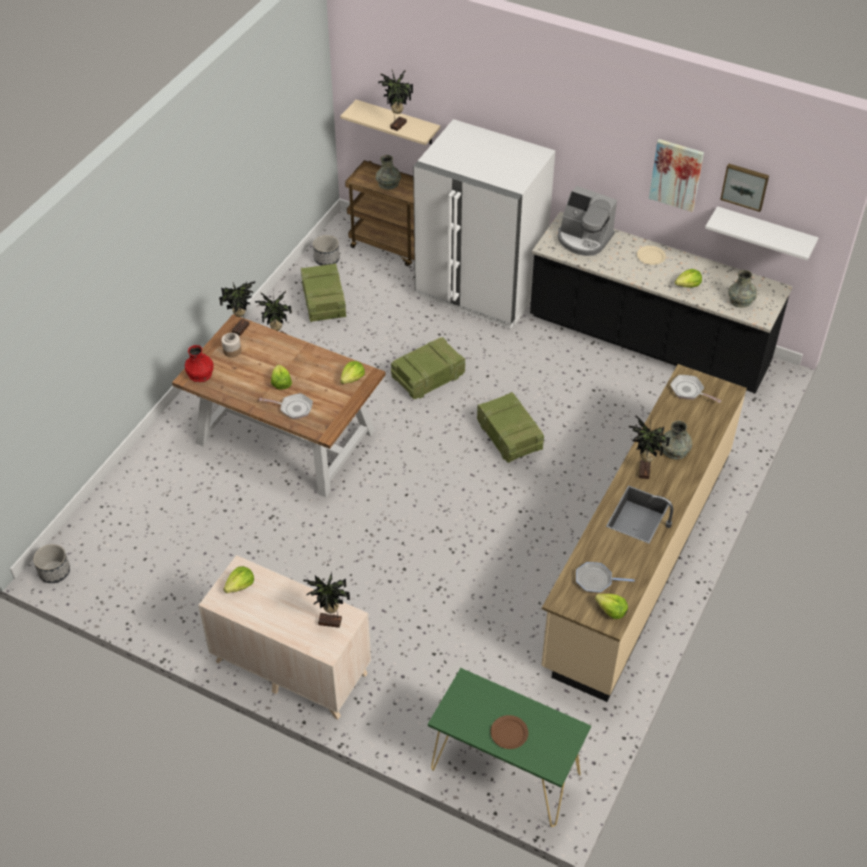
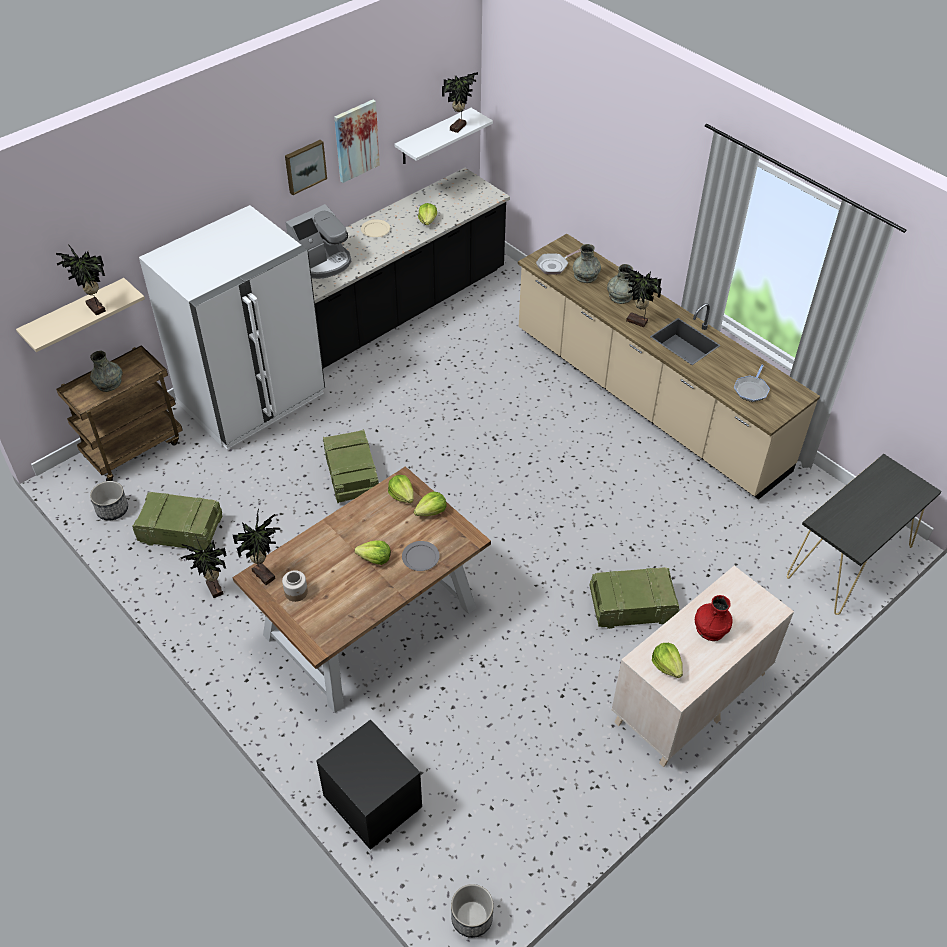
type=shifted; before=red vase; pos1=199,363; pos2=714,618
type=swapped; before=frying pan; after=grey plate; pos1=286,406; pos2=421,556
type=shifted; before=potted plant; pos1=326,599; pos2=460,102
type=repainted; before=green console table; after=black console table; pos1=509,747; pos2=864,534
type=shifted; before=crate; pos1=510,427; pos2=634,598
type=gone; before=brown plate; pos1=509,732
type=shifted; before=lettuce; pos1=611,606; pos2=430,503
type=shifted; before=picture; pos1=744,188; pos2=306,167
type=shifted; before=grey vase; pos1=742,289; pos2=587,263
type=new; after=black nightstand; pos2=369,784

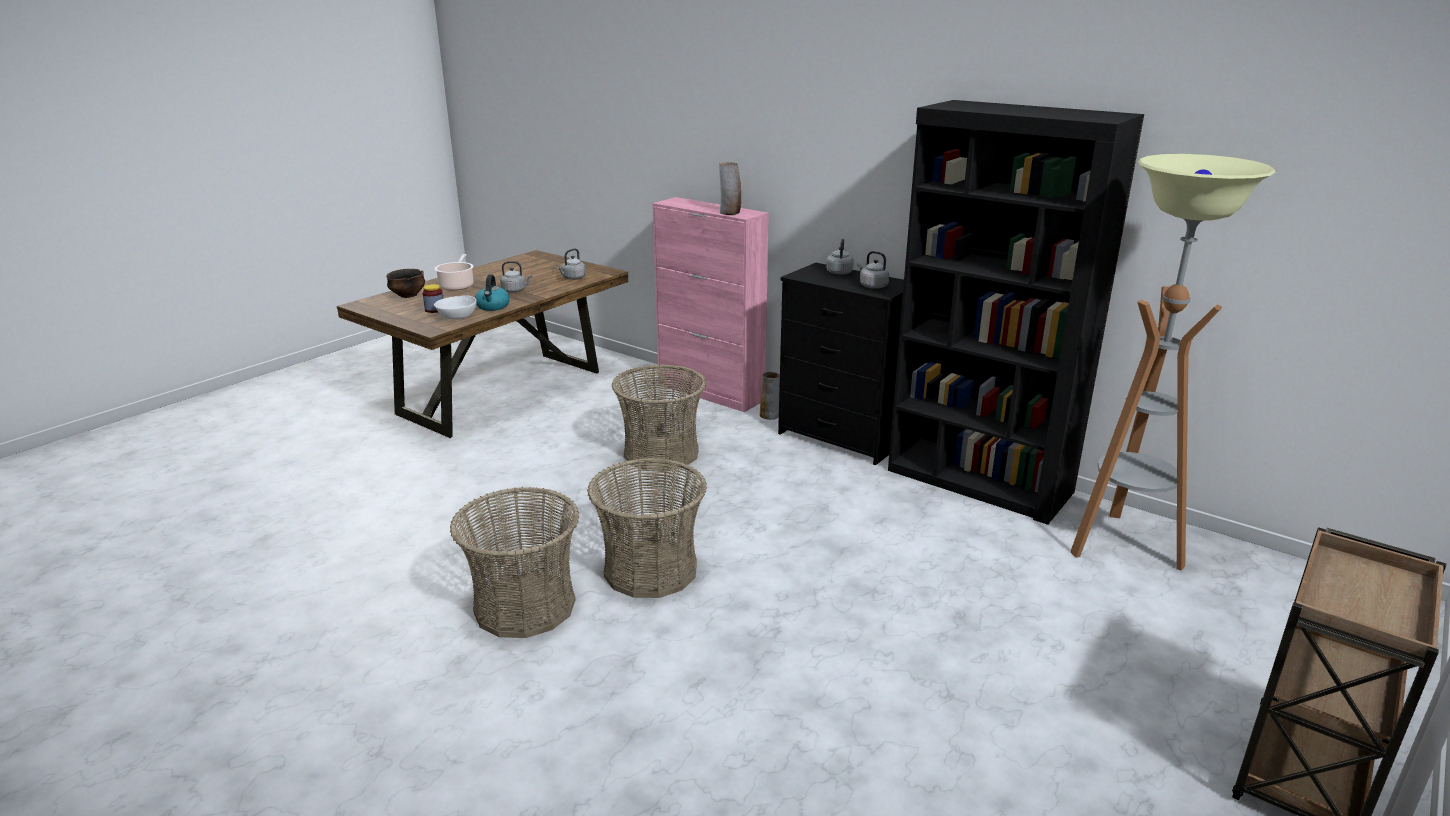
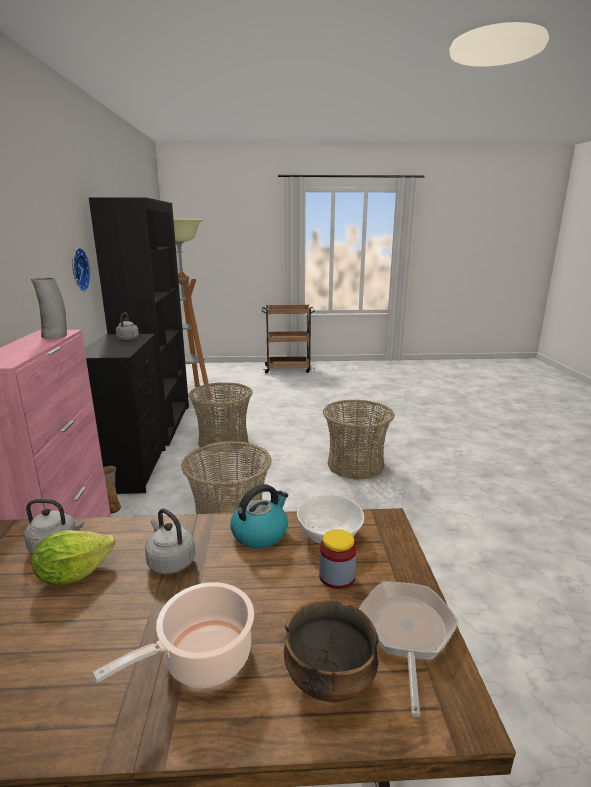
type=shifted; before=basket; pos1=514,562; pos2=220,417
type=gone; before=grey kettle; pos1=840,257
type=new; after=lettuce; pos2=73,557
type=new; after=wall clock; pos2=81,270
type=new; after=frying pan; pos2=409,649

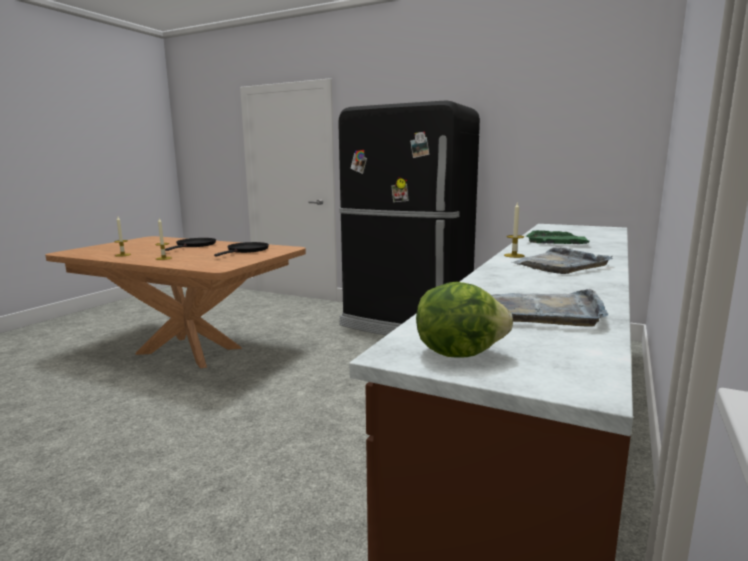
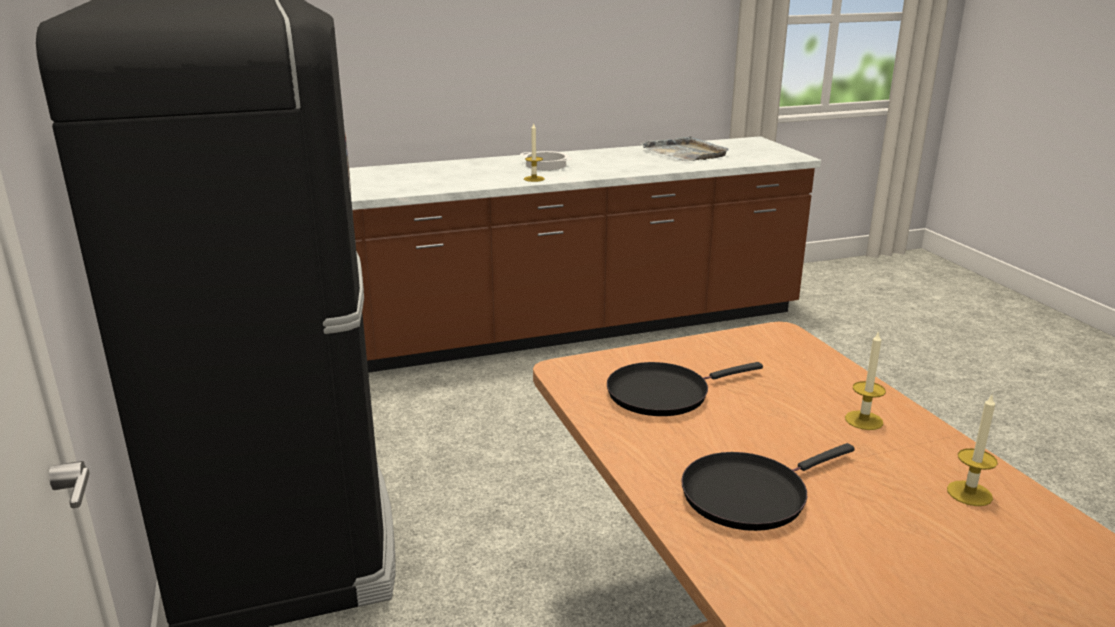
type=gone; before=lettuce; pos1=464,319
type=swapped; before=grey tray; after=cooking pot; pos1=562,260; pos2=546,160
type=gone; before=green tray; pos1=557,237

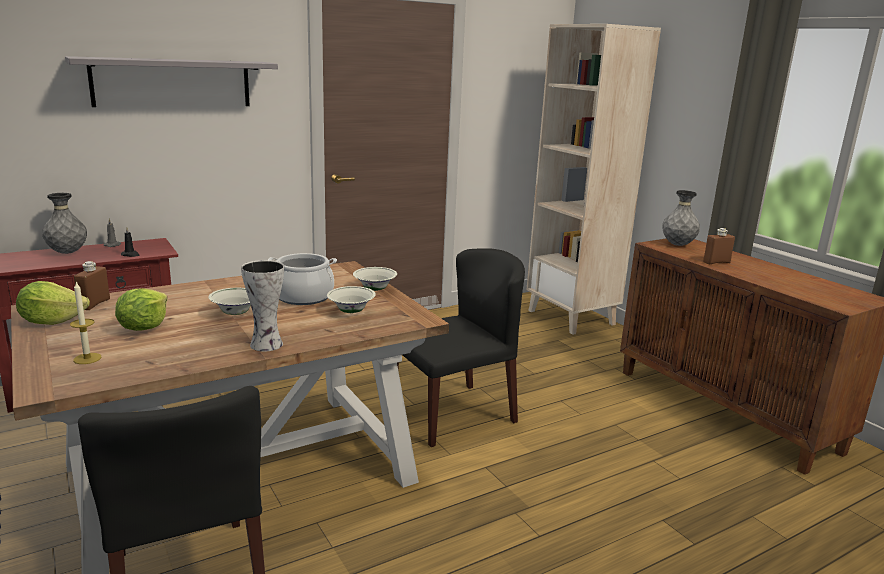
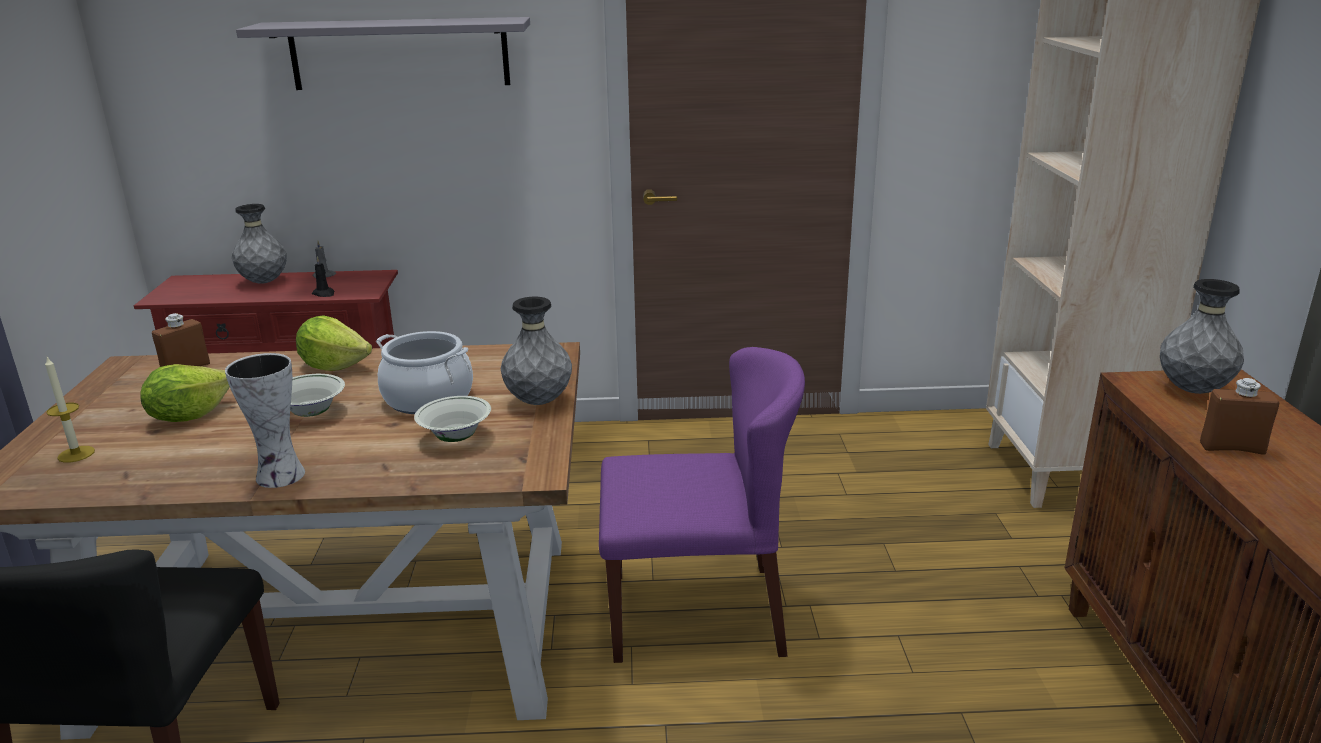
type=shifted; before=lettuce; pos1=53,303; pos2=334,343
type=swapped; before=white bowl; after=grey vase; pos1=375,279; pos2=536,351
type=repainted; before=black chair; after=purple chair; pos1=461,347; pos2=702,505

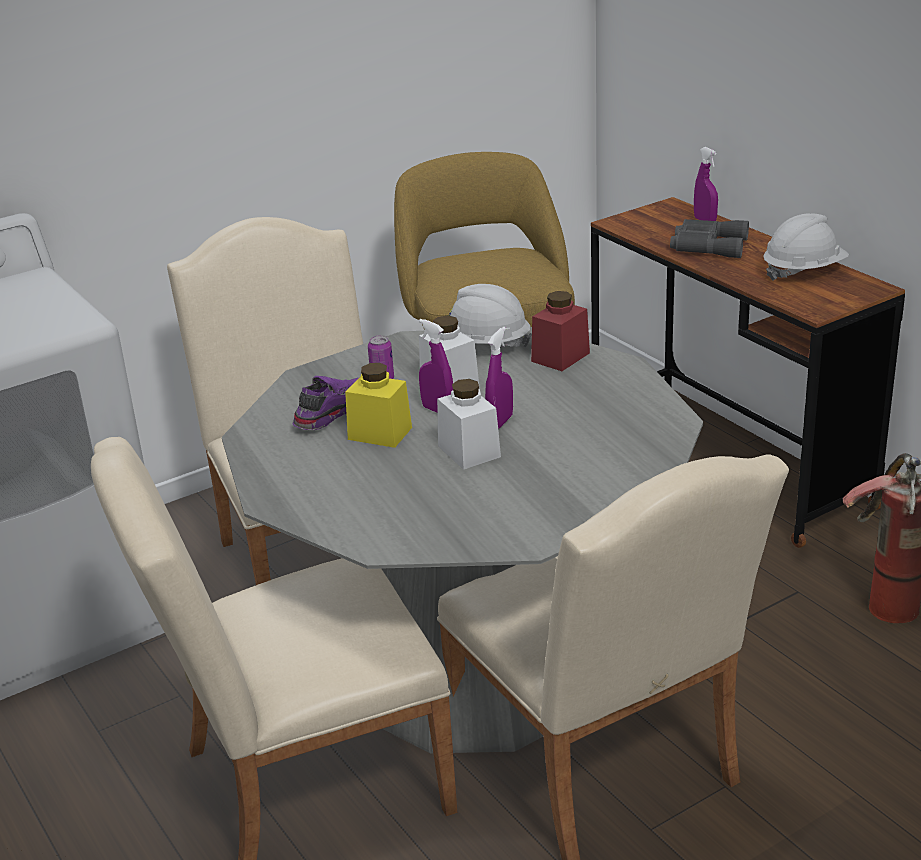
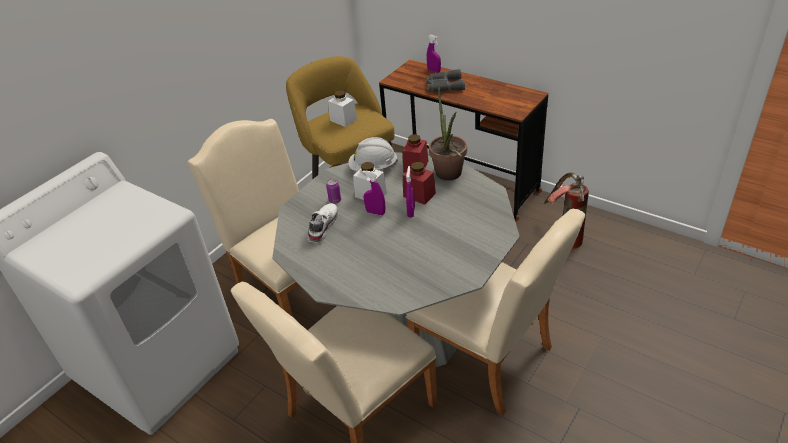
type=repainted; before=purple shoe; after=white shoe; pos1=325,403; pos2=322,223
type=gone; before=yellow jar; pos1=378,405
type=shifted; before=white jar; pos1=469,424; pos2=342,108
type=gone; before=white hard hat; pos1=806,247
type=new; after=red jar; pos2=419,183
type=new; after=potted plant; pos2=448,131

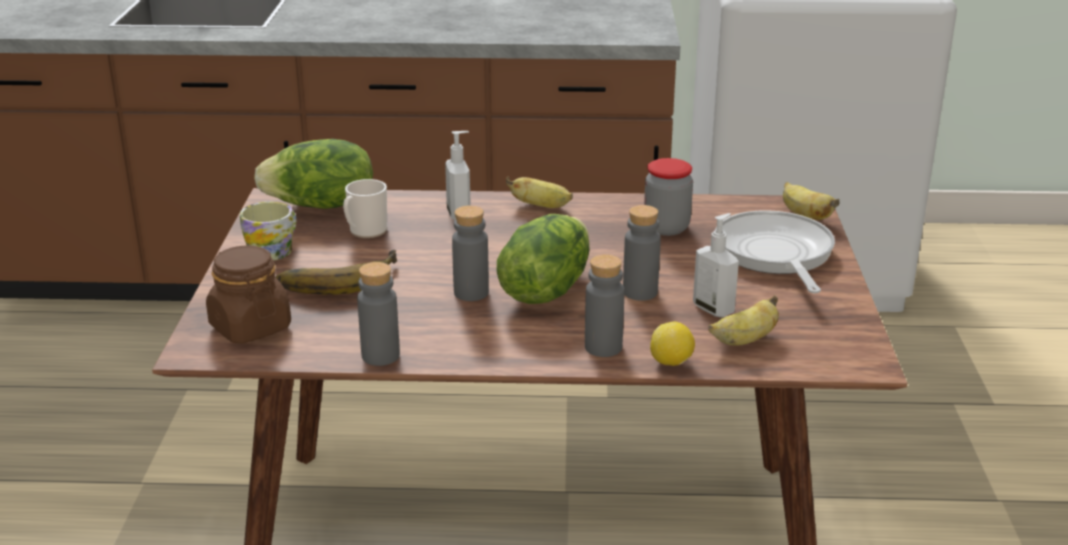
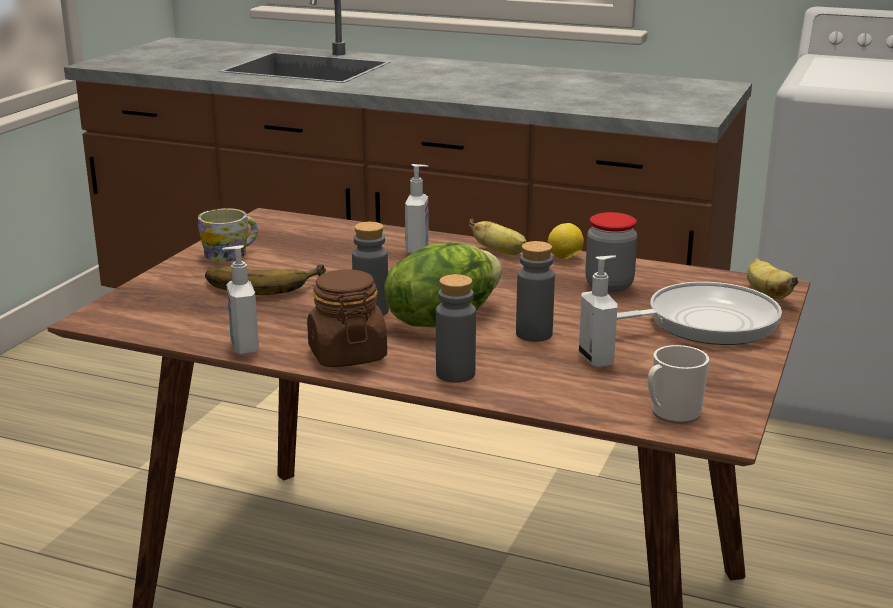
type=shifted; before=brown jar; pos1=248,294; pos2=347,318
type=gone; before=lettuce; pos1=313,174
type=shifted; before=mug; pos1=365,208; pos2=678,384
type=swapped; before=grey bottle; after=soap dispenser; pos1=378,314; pos2=240,300
type=shifted; before=lemon; pos1=672,344; pos2=566,241
type=gone; before=banana; pos1=743,320
type=rotated; before=frying pan; pos1=775,251; pos2=699,313; turn=60

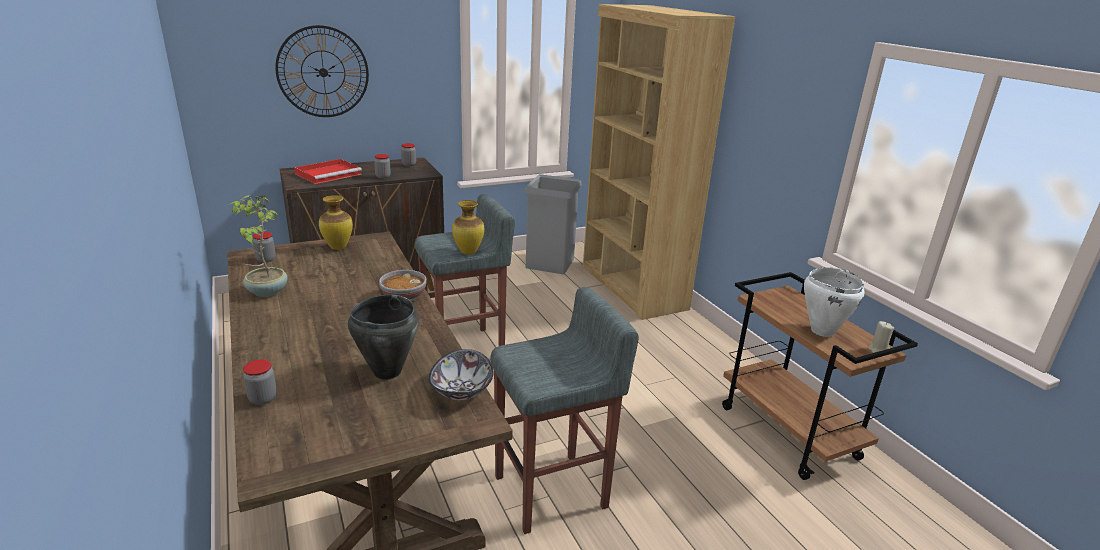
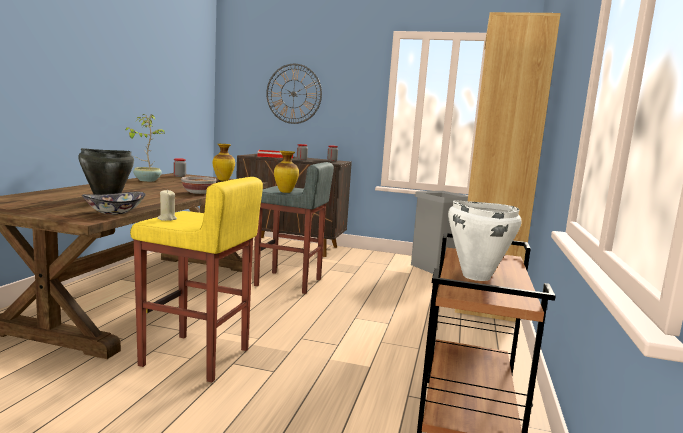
type=gone; before=jar; pos1=260,382
type=repainted; before=grey stool; after=yellow stool; pos1=564,410; pos2=196,280
type=shifted; before=beige candle; pos1=881,337; pos2=167,205

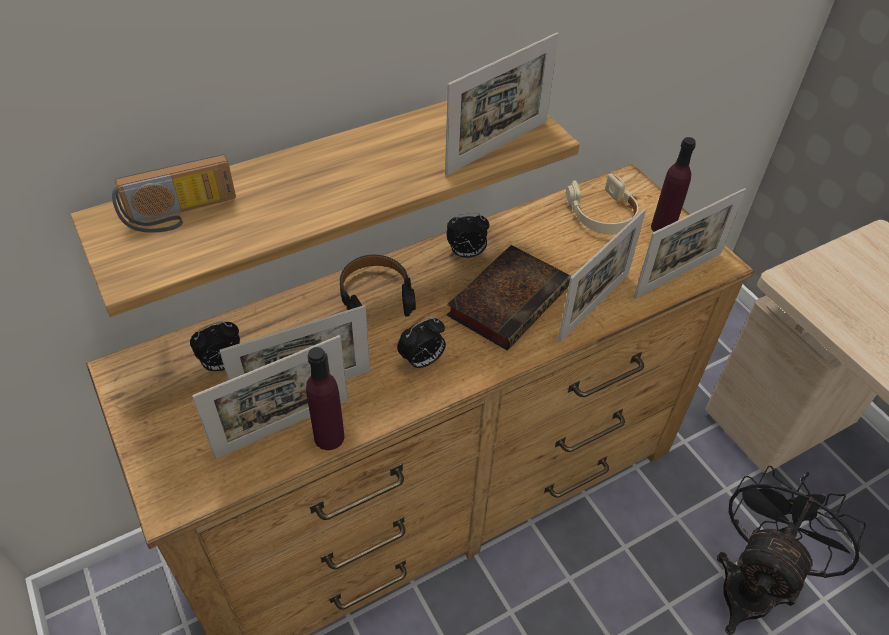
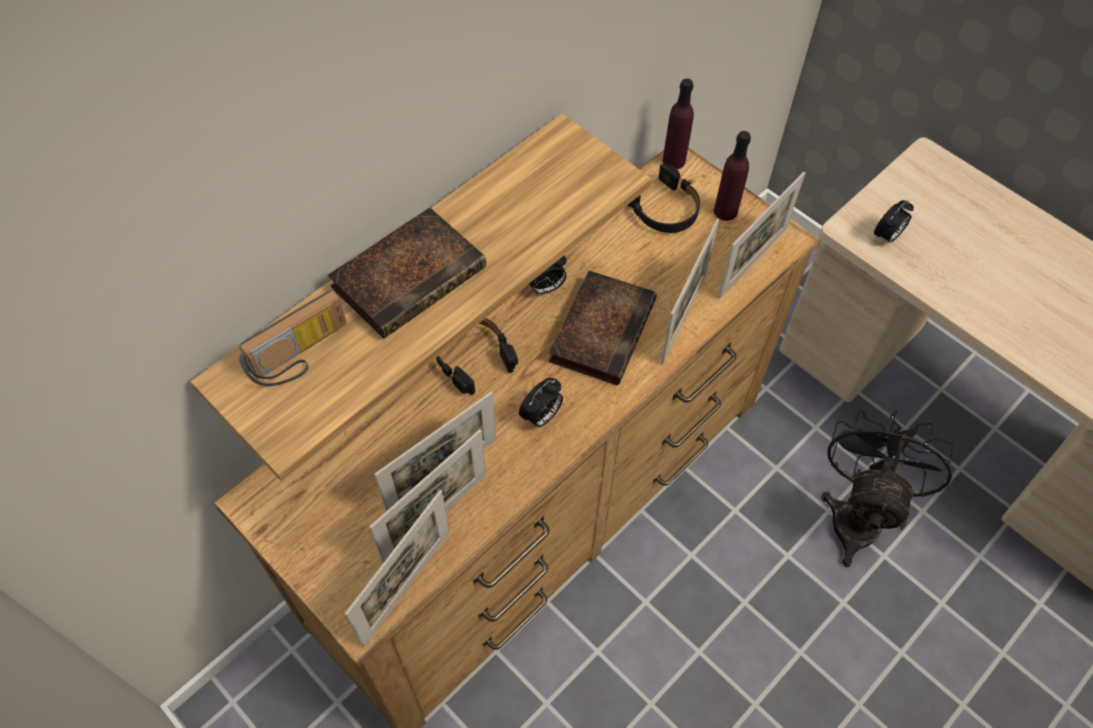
type=shifted; before=alarm clock; pos1=215,346; pos2=894,222
type=shifted; before=purple bottle; pos1=325,398; pos2=678,124
type=shifted; before=picture frame; pos1=502,104; pos2=397,568
type=repainted; before=beige headphones; after=black headphones; pos1=602,204; pos2=663,198
type=new; after=book; pos2=407,273

